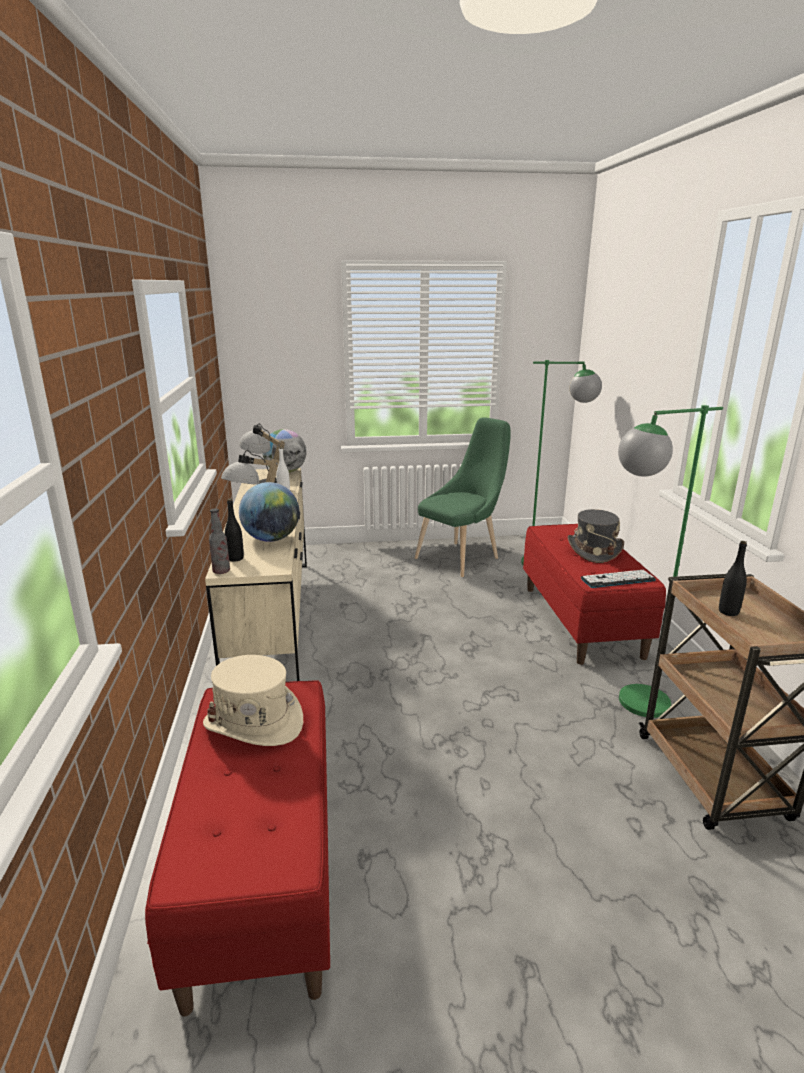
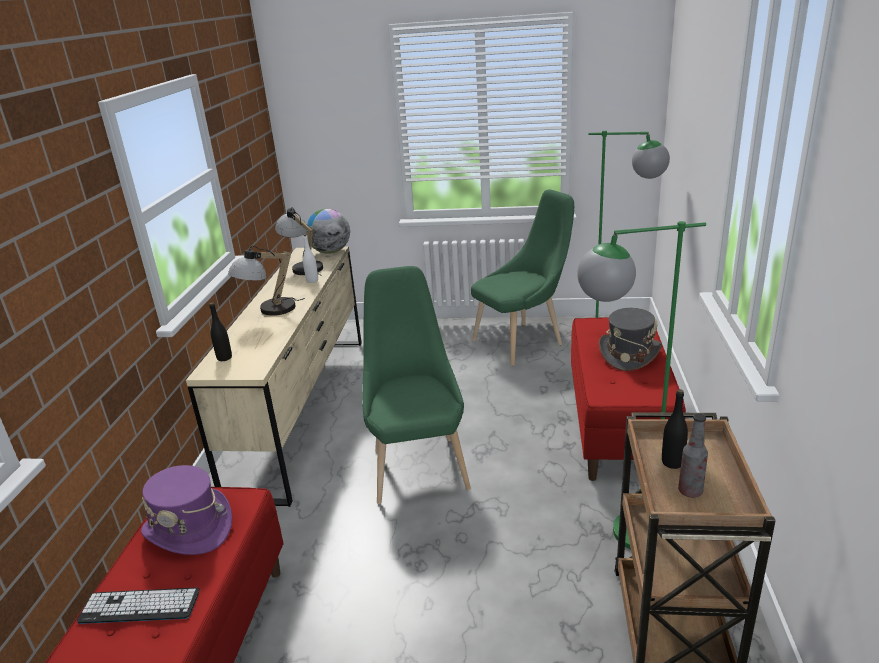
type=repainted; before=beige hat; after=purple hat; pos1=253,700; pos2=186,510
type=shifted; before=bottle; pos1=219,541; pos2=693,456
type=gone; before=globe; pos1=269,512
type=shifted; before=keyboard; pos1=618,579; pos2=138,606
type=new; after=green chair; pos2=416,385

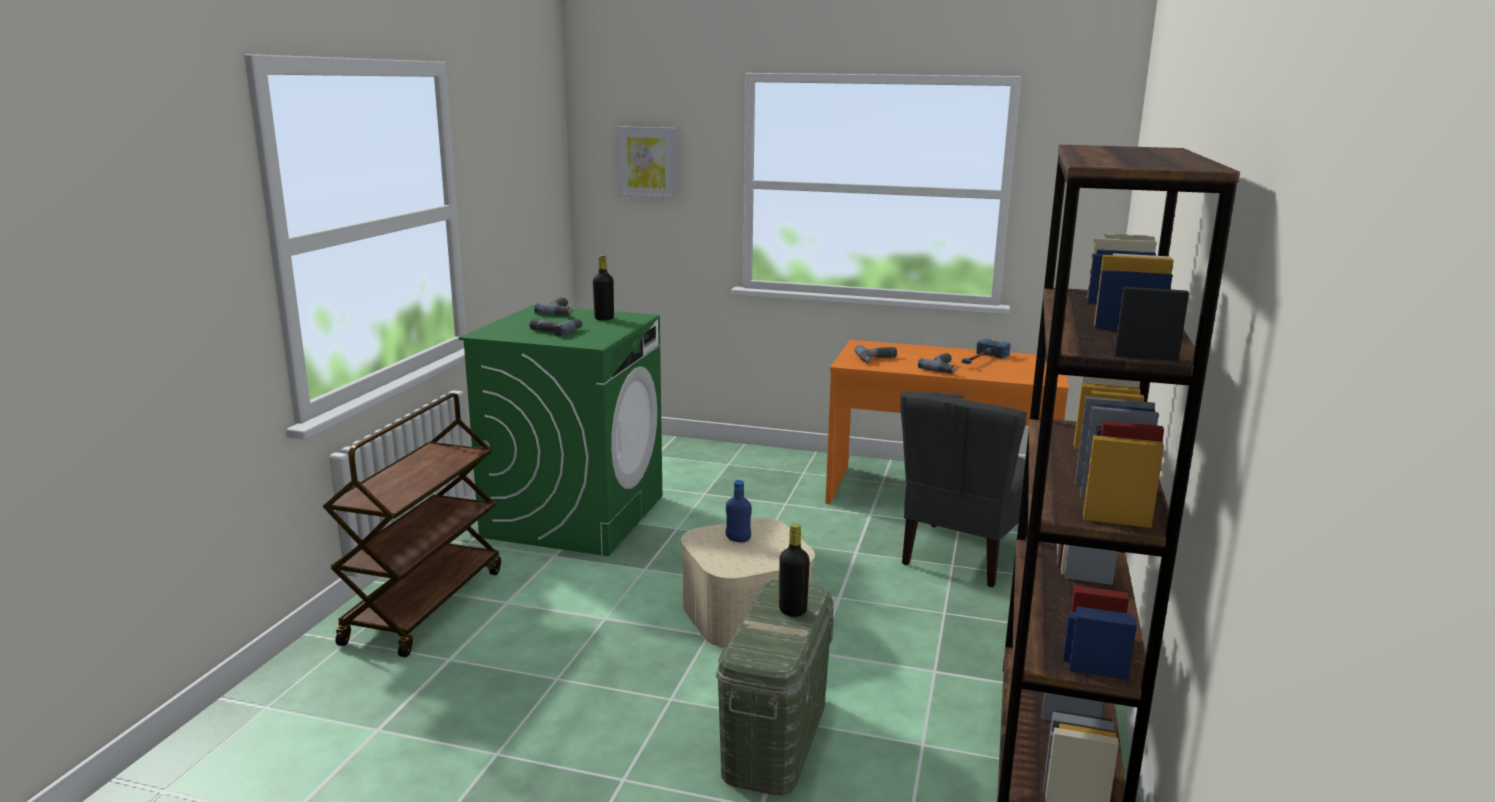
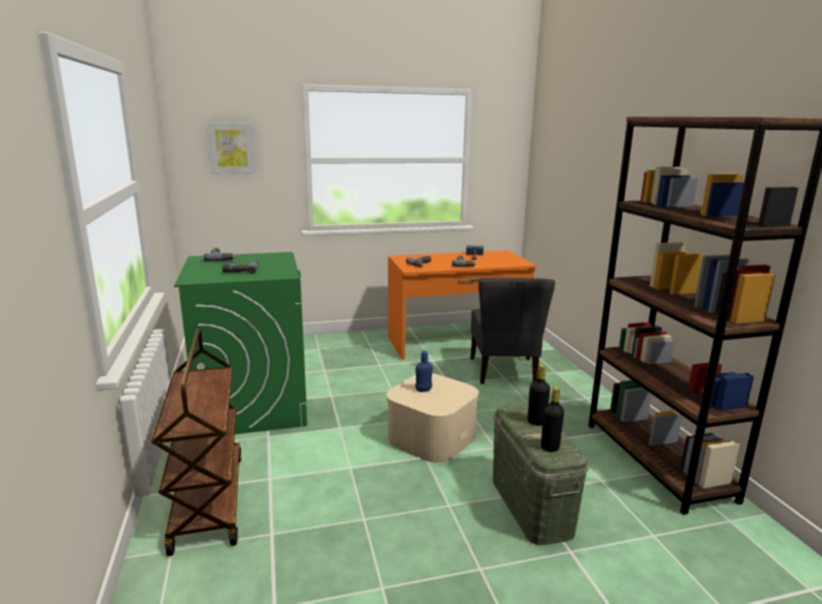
type=shifted; before=black bottle; pos1=603,287; pos2=552,419

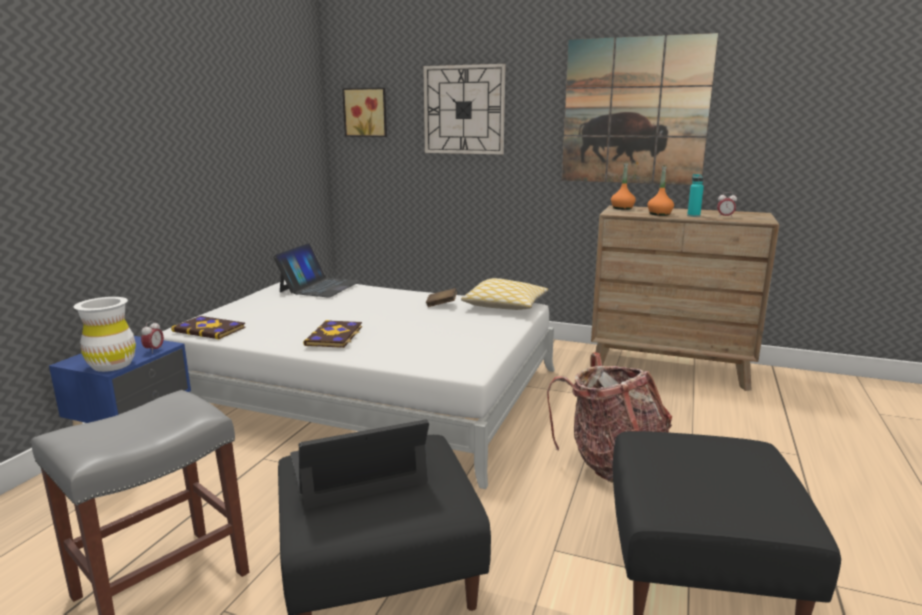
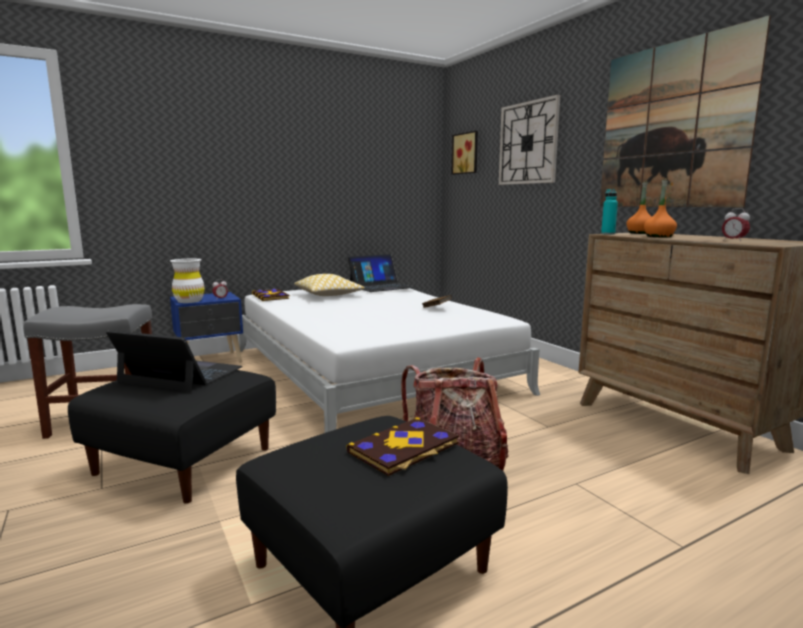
type=shifted; before=book; pos1=332,334; pos2=403,446
type=shifted; before=pillow; pos1=504,294; pos2=329,285
type=shifted; before=turquoise bottle; pos1=695,195; pos2=609,212

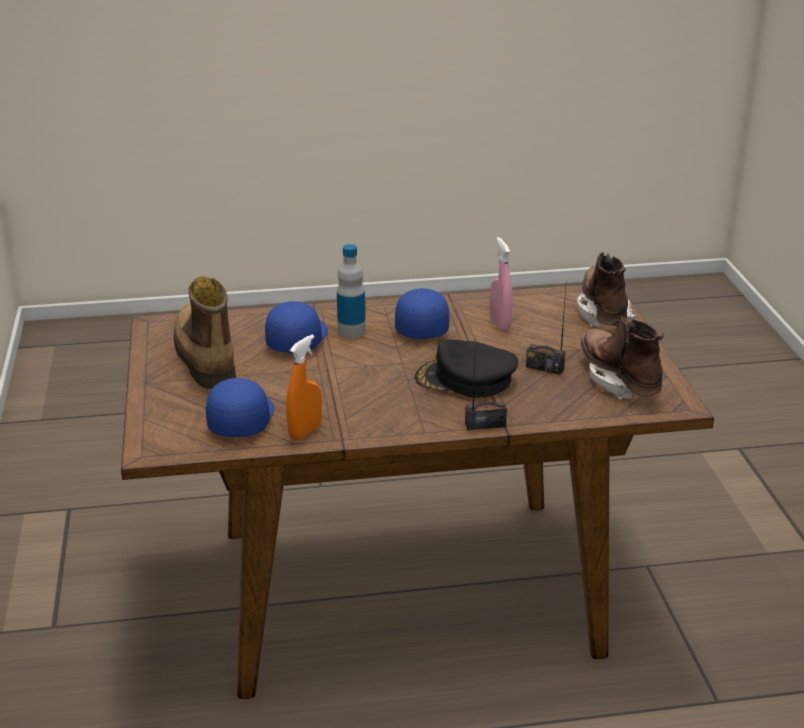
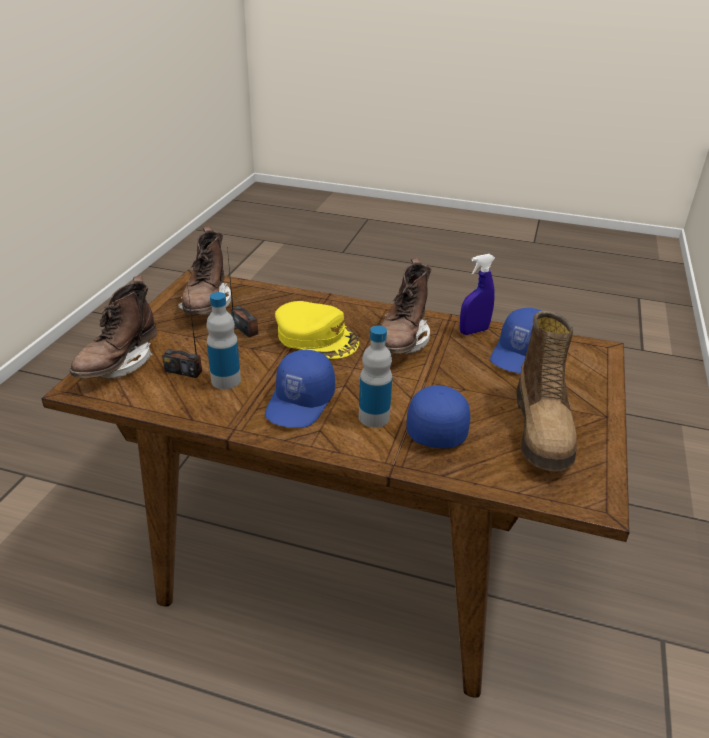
type=rotated; before=blue cap; pos1=296,327; pos2=438,416; turn=150
type=repainted; before=orange spray bottle; after=blue spray bottle; pos1=304,387; pos2=477,294
type=repainted; before=black cap; after=yellow cap; pos1=466,368; pos2=317,330
type=shifted; before=radio; pos1=486,383; pos2=182,335
type=swapped; before=pink spray bottle; after=bottle; pos1=501,284; pos2=224,340
type=new; after=brown boot; pos2=406,306

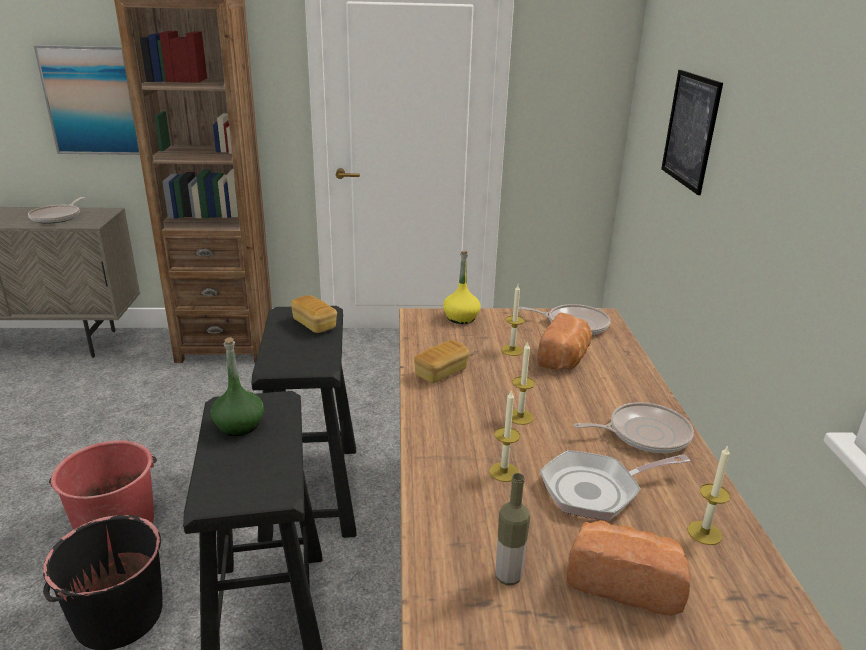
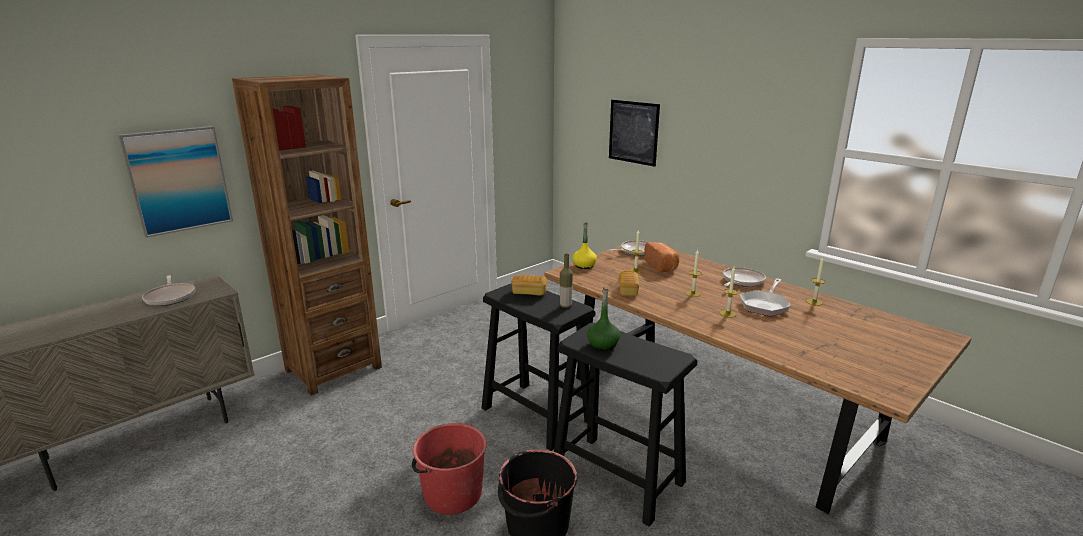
type=shifted; before=bottle; pos1=512,529; pos2=566,281
type=gone; before=bread; pos1=628,568

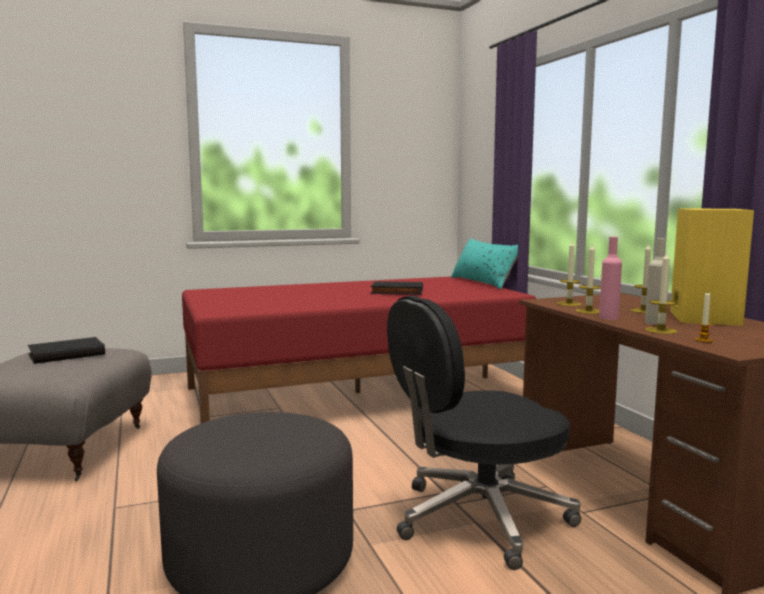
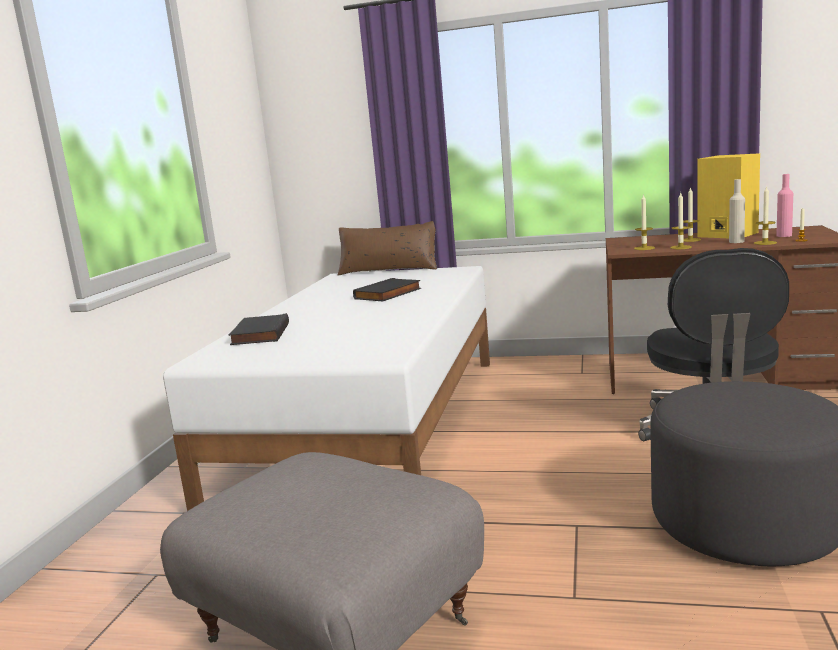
type=shifted; before=black book; pos1=66,350; pos2=259,329
type=repainted; before=red bed; after=white bed; pos1=359,350; pos2=326,388
type=repainted; before=turquoise pillow; after=brown pillow; pos1=484,263; pos2=387,248
type=shifted; before=pink bottle; pos1=610,278; pos2=784,205

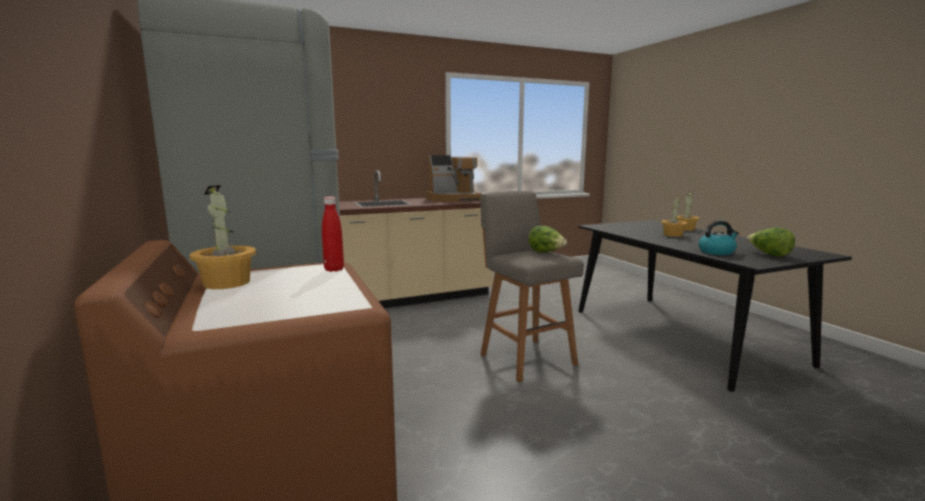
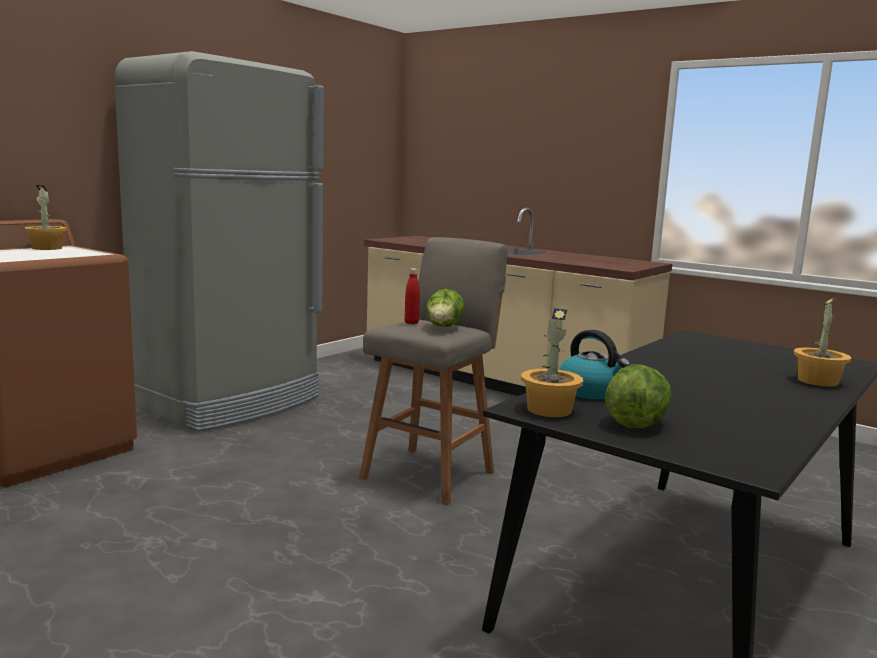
type=shifted; before=red bottle; pos1=333,234; pos2=412,296
type=gone; before=coffee machine; pos1=454,178
type=shifted; before=potted plant; pos1=674,216; pos2=552,362

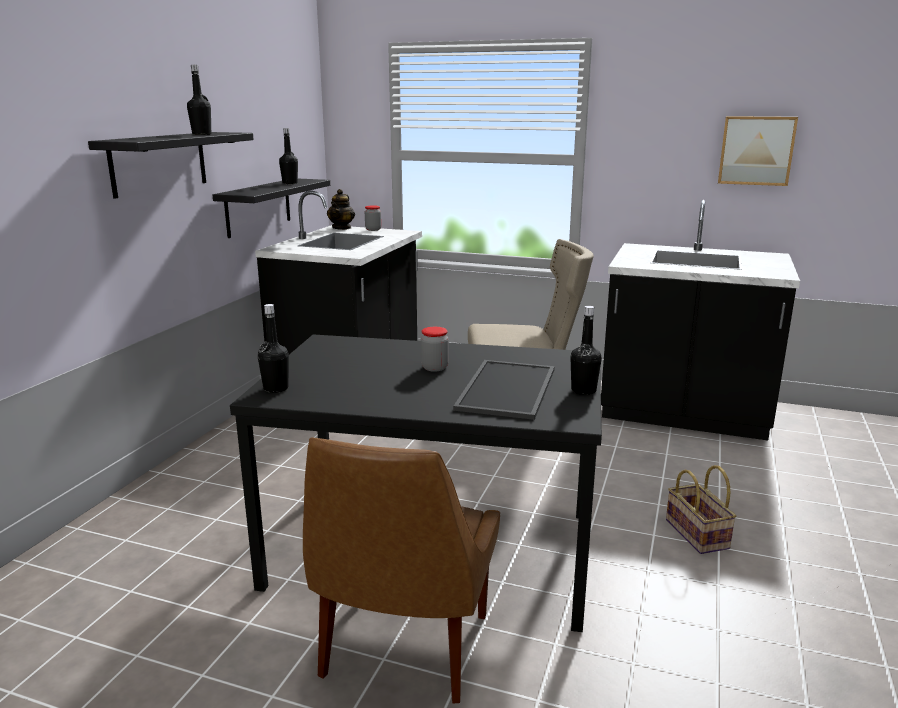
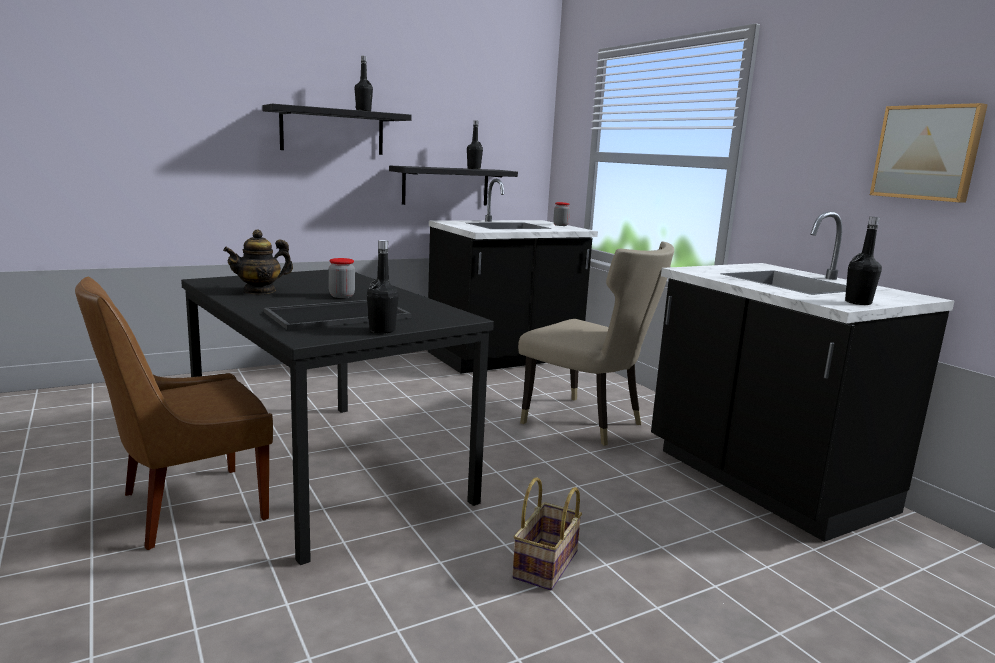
type=shifted; before=black bottle; pos1=273,348; pos2=863,261
type=shifted; before=teapot; pos1=341,209; pos2=258,262

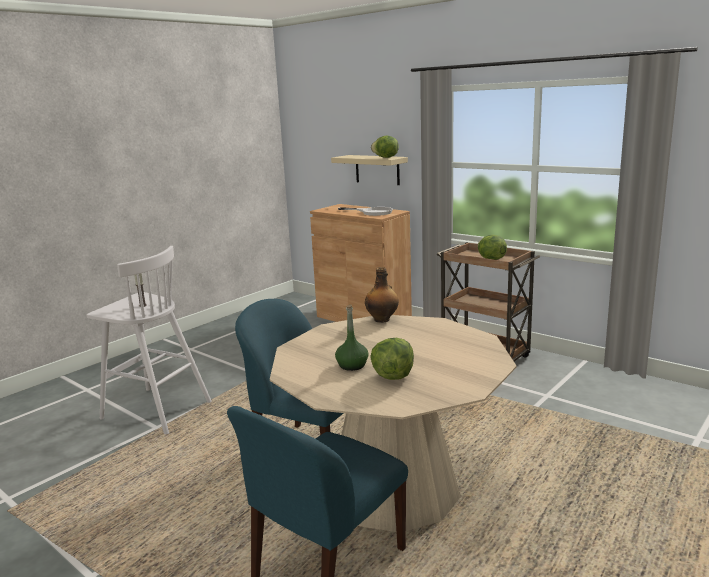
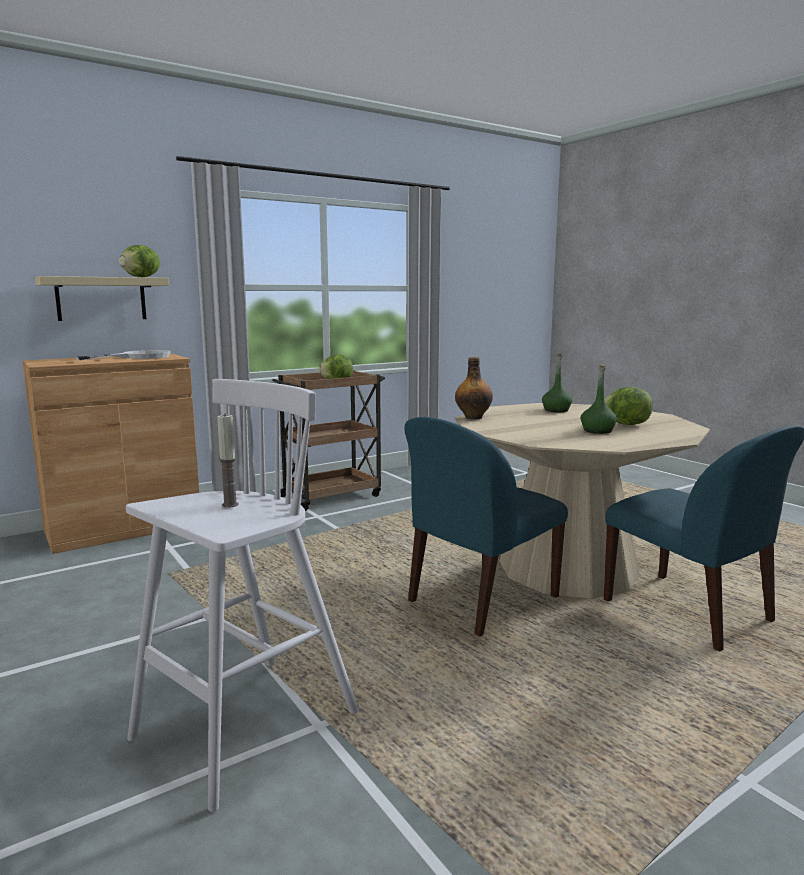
type=new; after=green bottle; pos2=557,383

